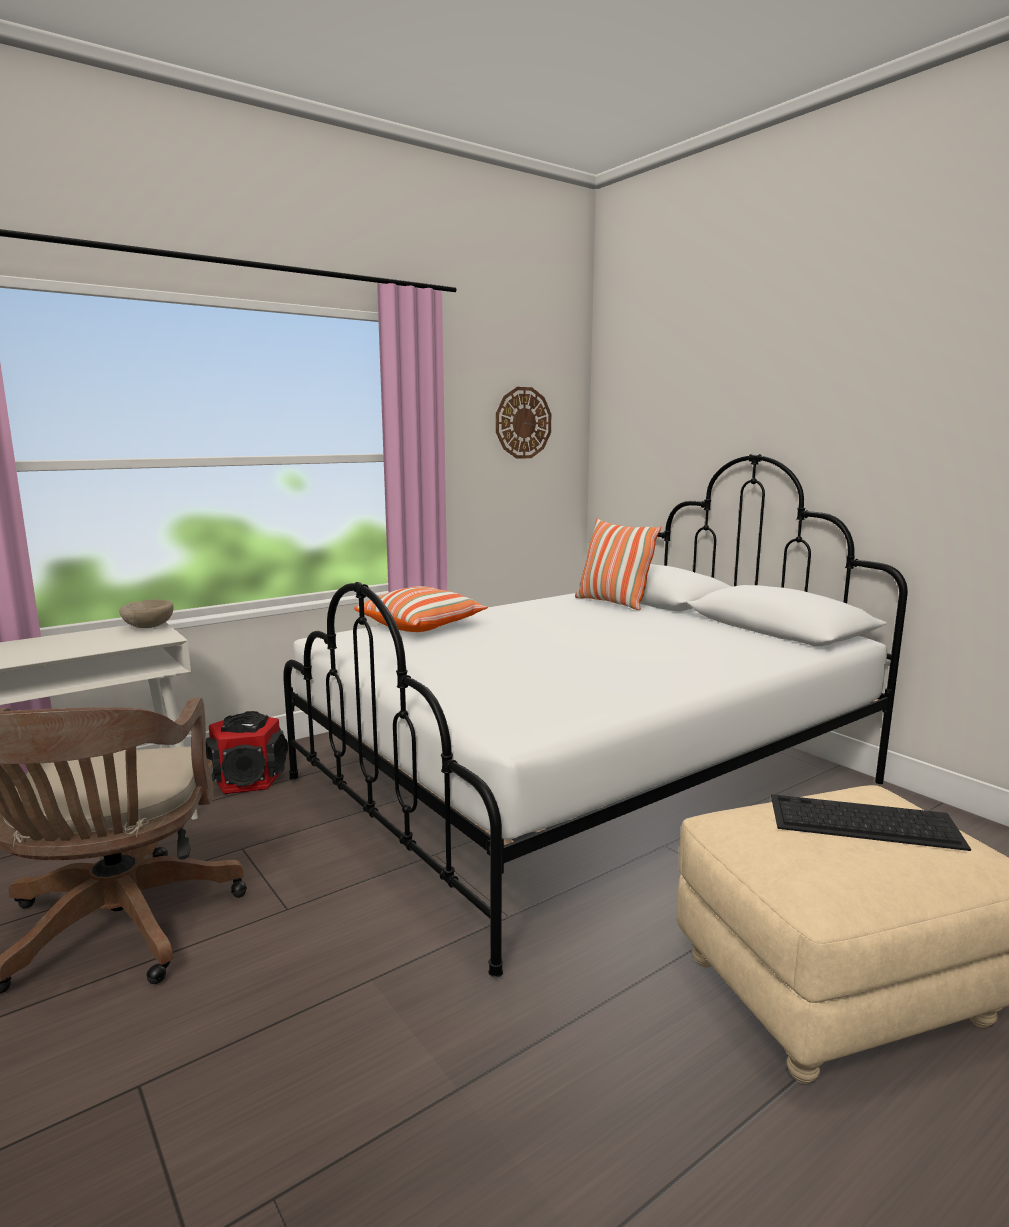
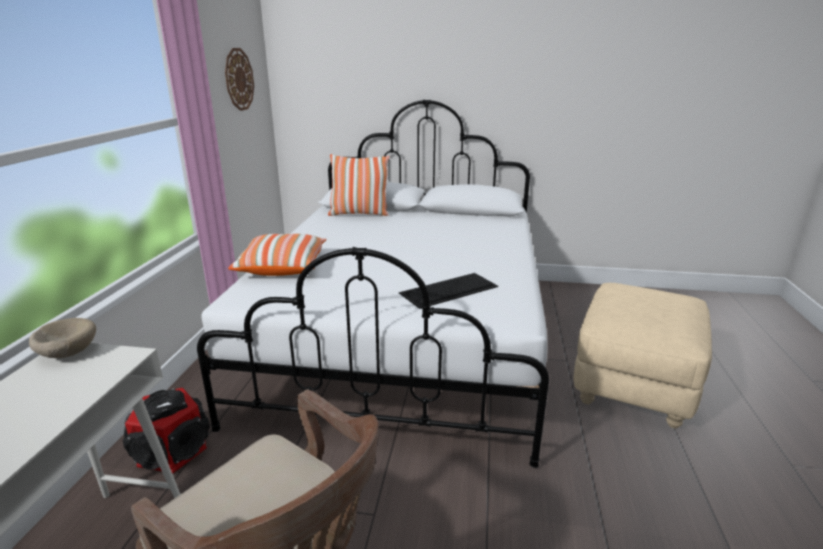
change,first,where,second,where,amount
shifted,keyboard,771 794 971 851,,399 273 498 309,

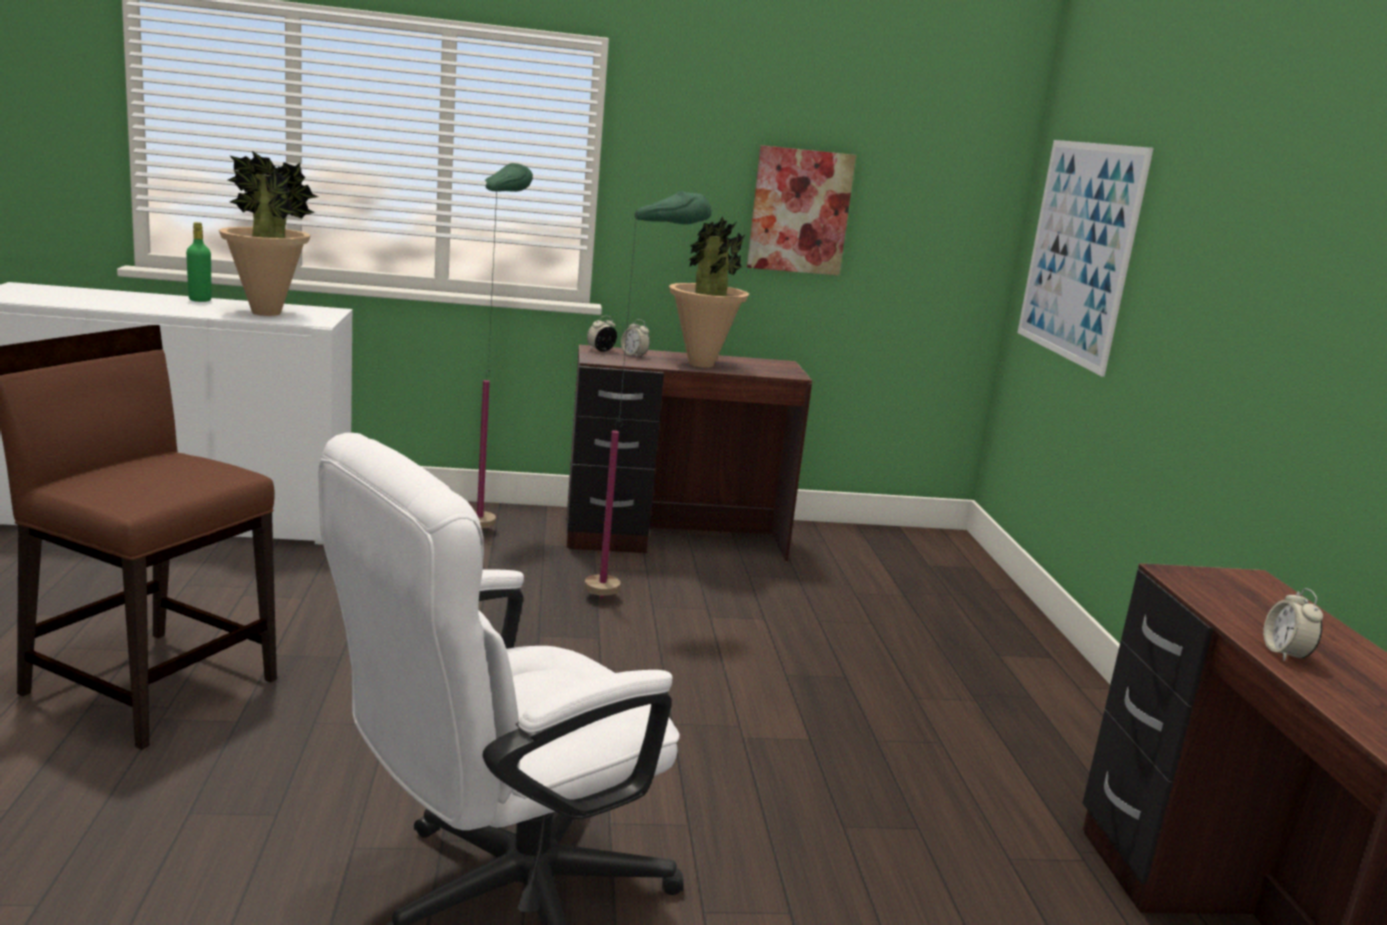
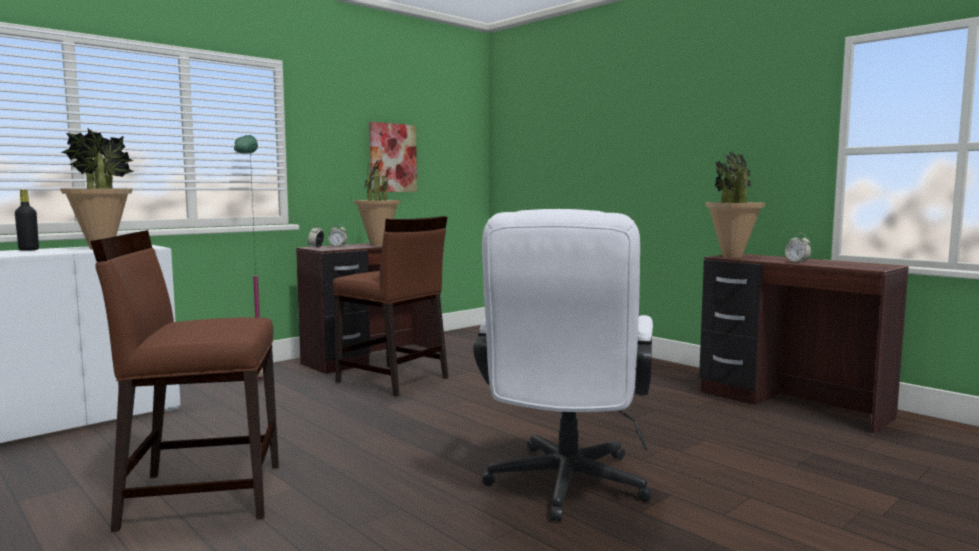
change,first,where,second,where,amount
repainted,bottle/green,186 222 212 302,bottle/black,15 189 39 251,
swapped,floor lamp/green,584 191 712 599,chair/brown,333 216 448 397,
new,,,potted plant,705 151 766 258,
gone,picture,1017 140 1154 377,,,

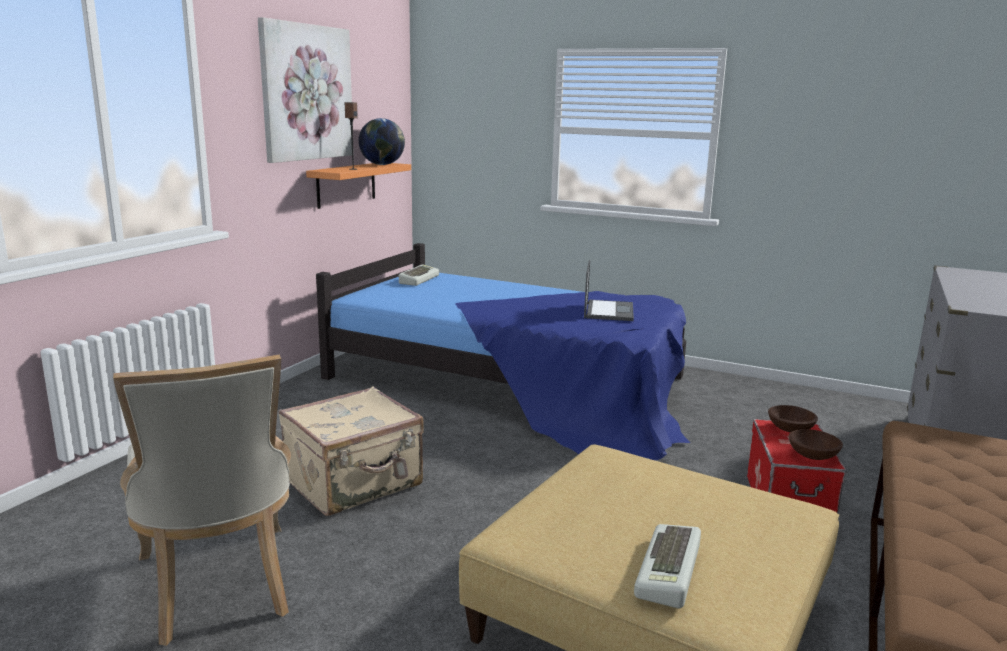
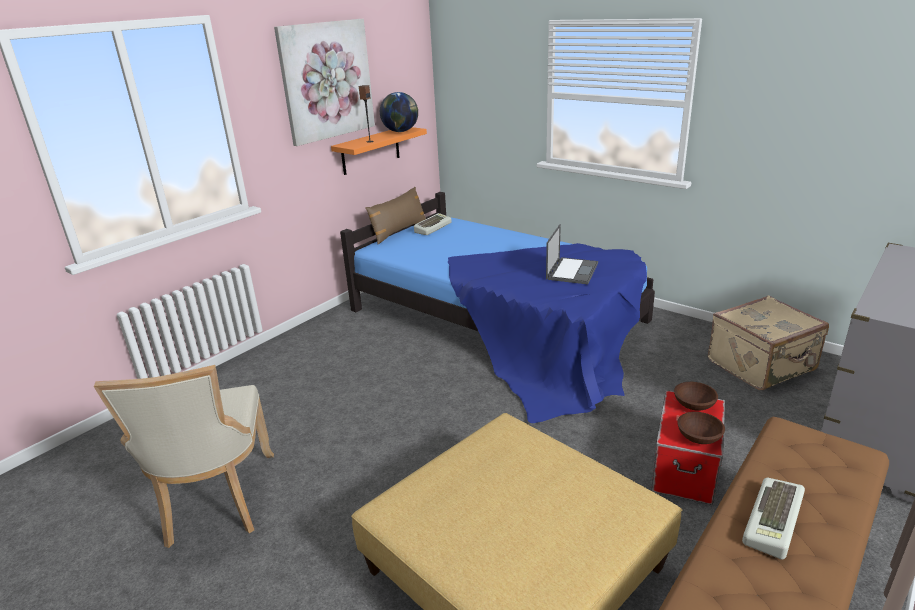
change,first,where,second,where,amount
new,,,pillow/brown,365 187 426 244,
shifted,suitcase/beige,279 386 424 516,,708 295 829 390,
shifted,keyboard,634 524 701 608,,742 478 805 559,

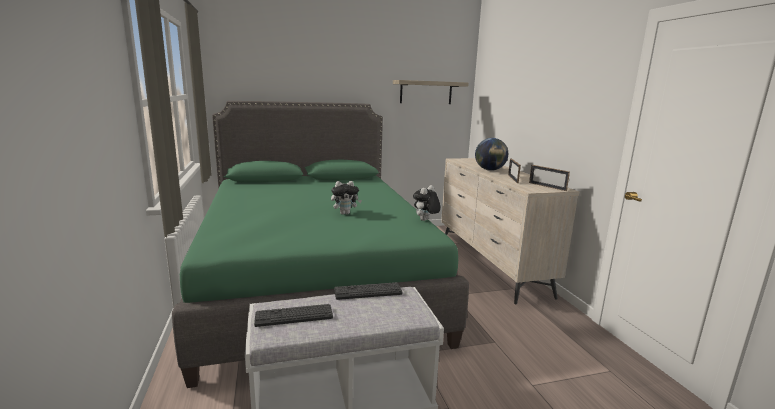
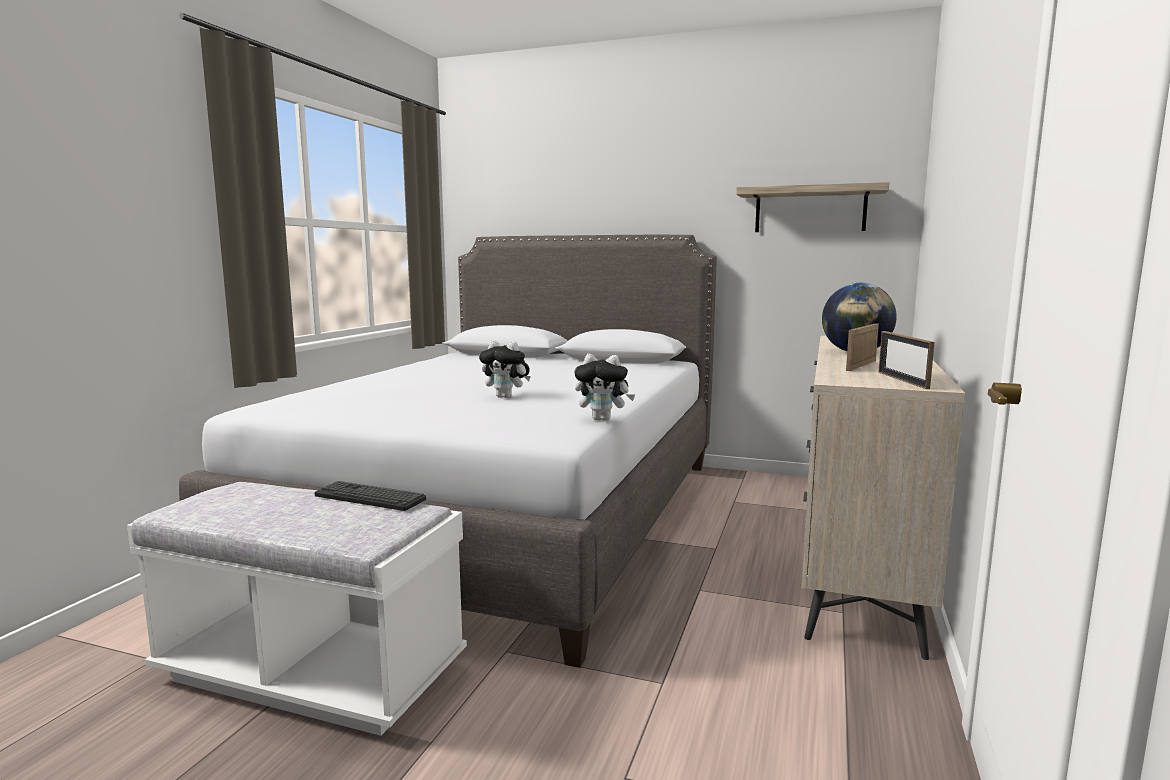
change,first,where,second,where,amount
repainted,bed/green,172 101 469 388,bed/grey,179 235 717 668,
rotated,plush toy,413 185 441 221,,574 354 635 421,150 degrees counterclockwise
gone,keyboard,254 304 333 327,,,

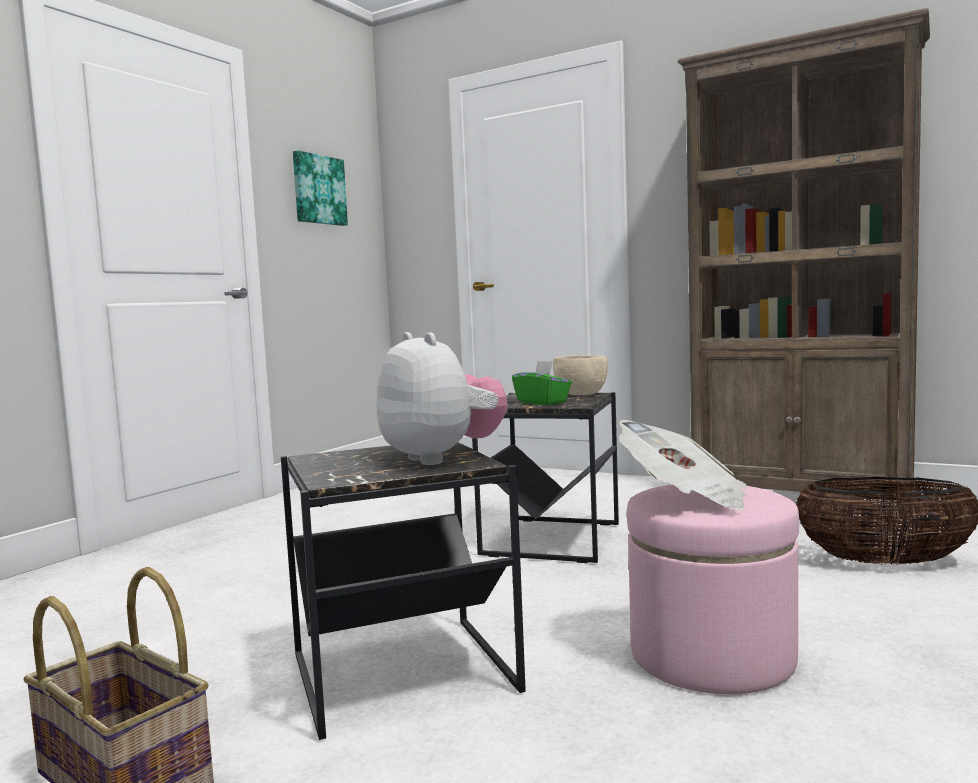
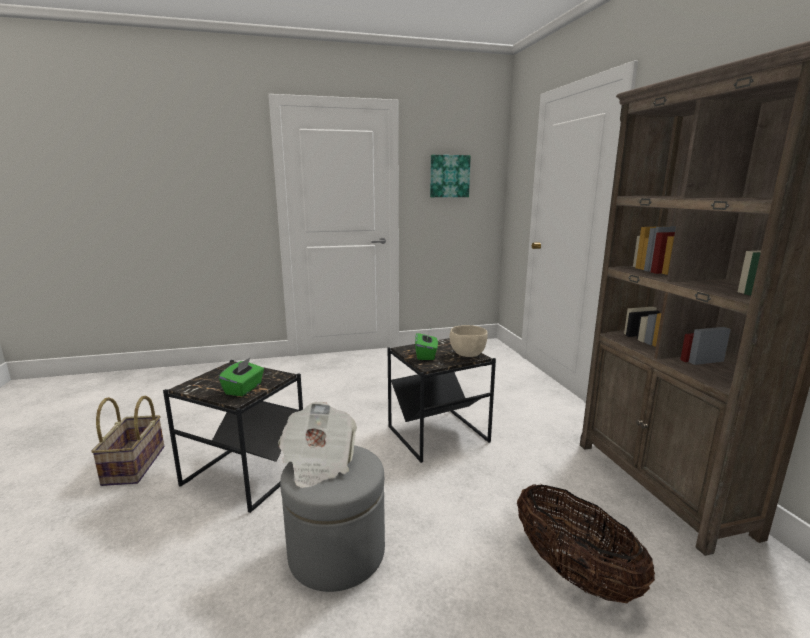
change,first,where,second,where,amount
swapped,plush toy,376 332 507 465,tissue box/green,219 358 264 396,
repainted,ottoman/pink,627 485 799 694,ottoman/grey,280 445 385 592,

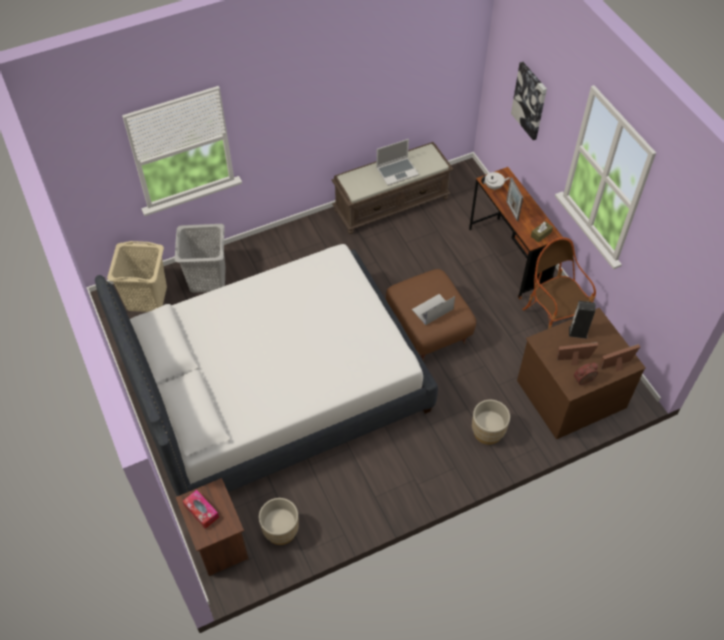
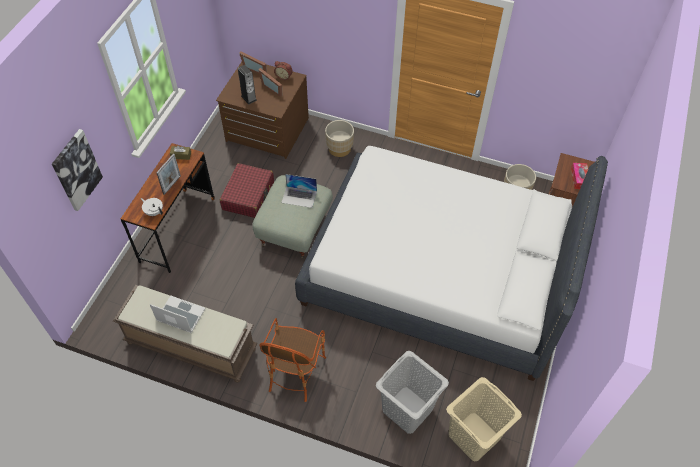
change,first,where,second,where,amount
new,,,suitcase/red,220 163 274 218,
repainted,ottoman/brown,386 269 476 361,ottoman/grey,252 175 333 259,
shifted,armchair,522 237 596 329,,260 318 326 402,

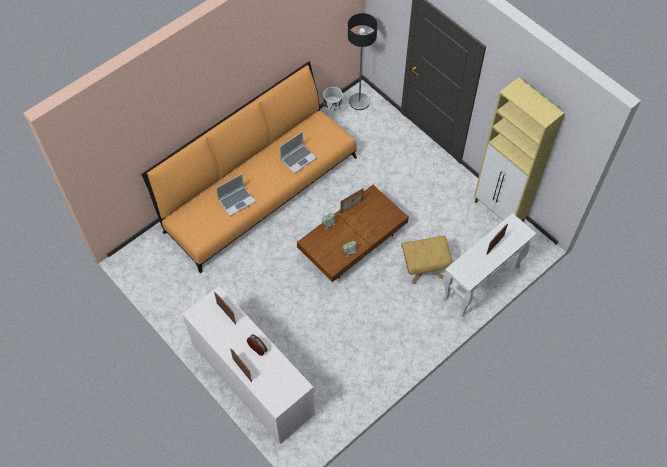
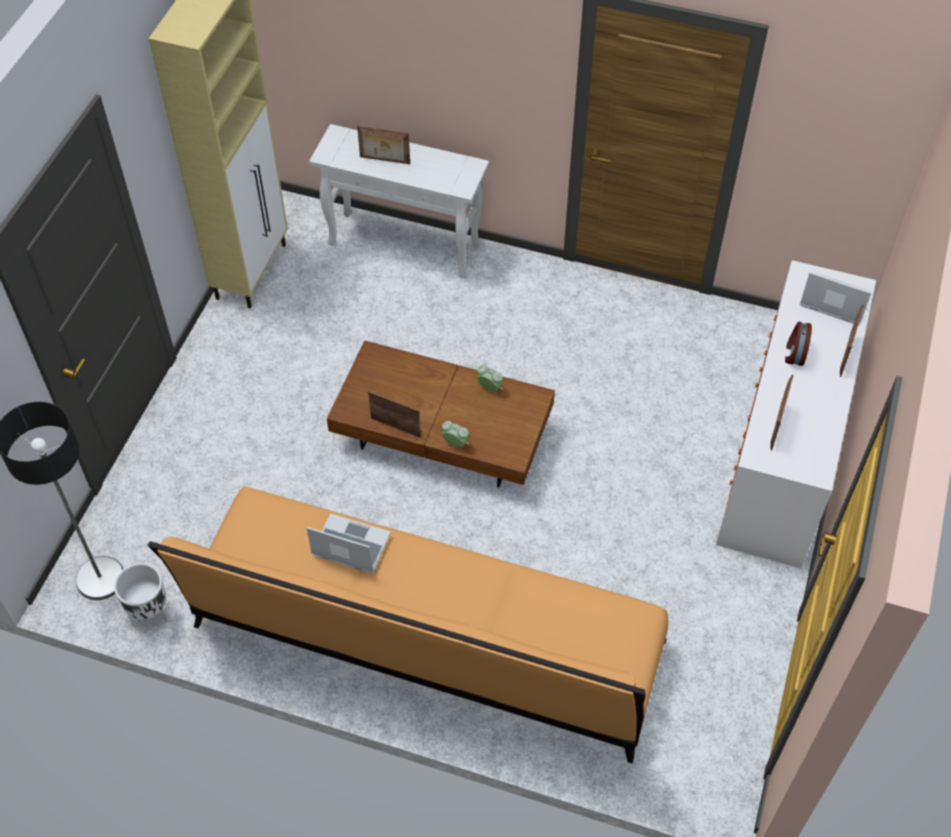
change,first,where,second,where,amount
shifted,laptop,216 174 256 216,,800 272 873 325,
gone,ottoman/beige,401 236 453 284,,,

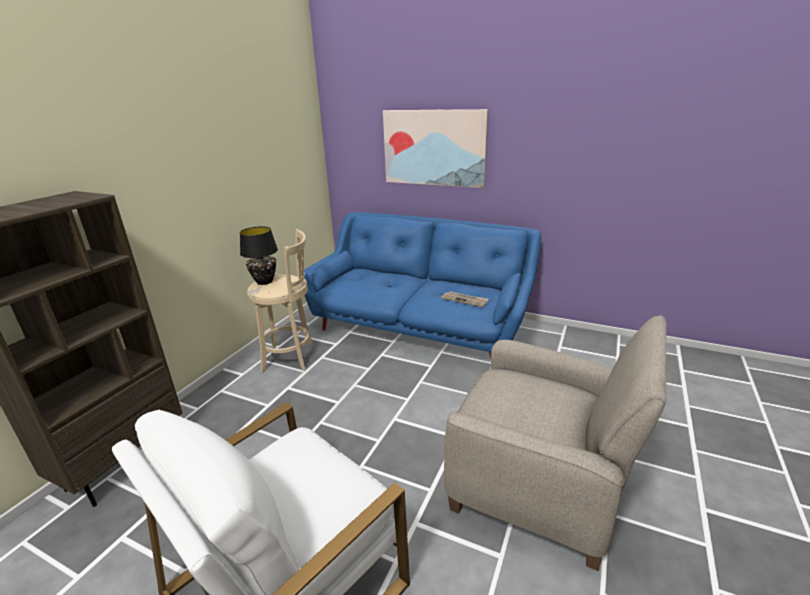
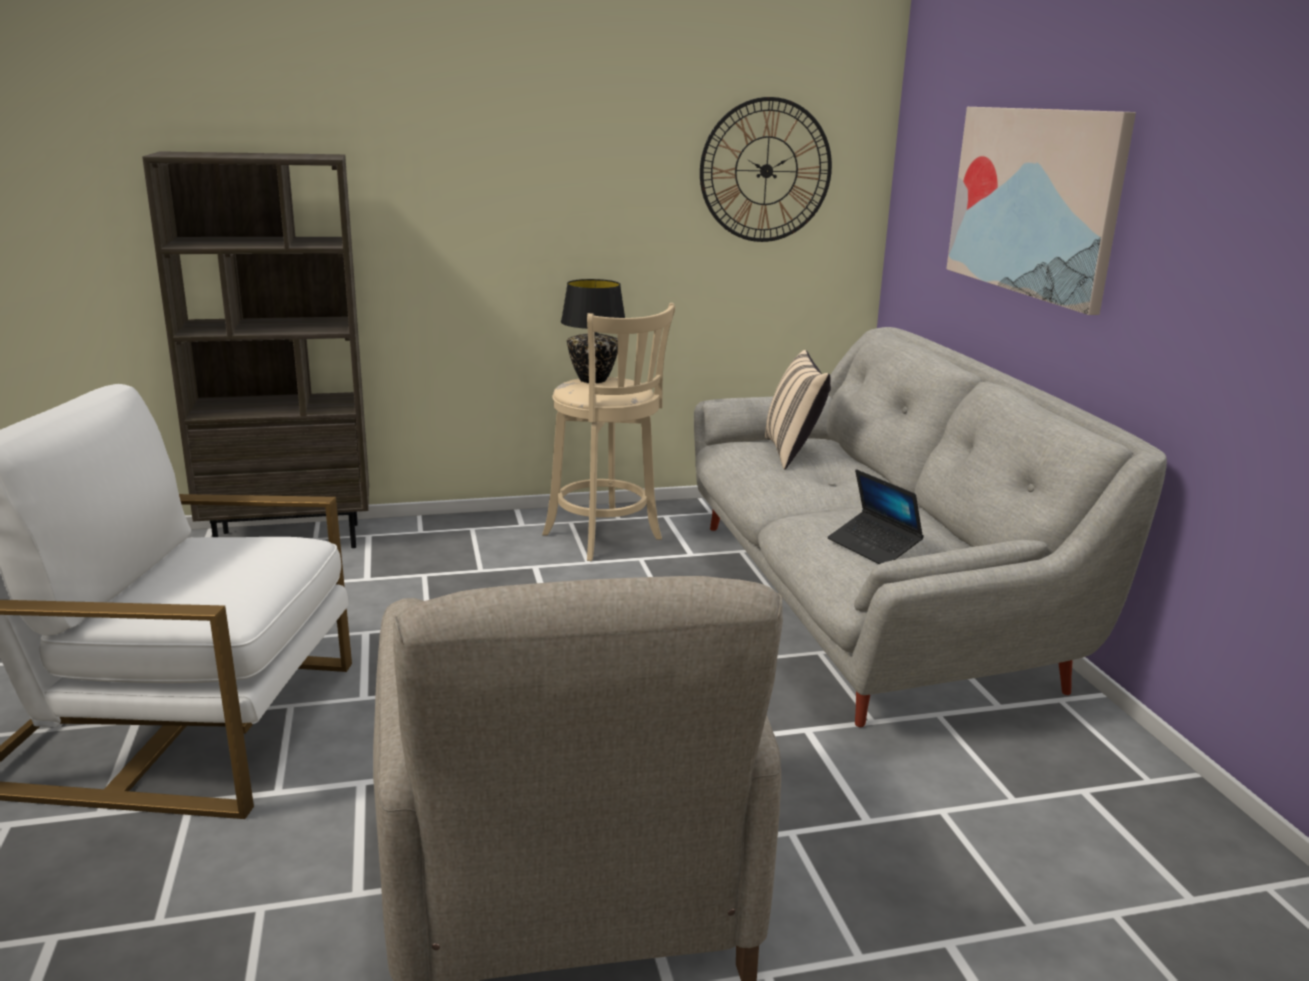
change,first,where,second,where,amount
repainted,sofa/blue,304 212 541 359,sofa/grey,694 327 1167 727,
new,,,wall clock,700 97 832 242,
new,,,pillow/beige,765 350 831 469,
swapped,newspaper,441 291 489 307,laptop,828 469 924 564,

